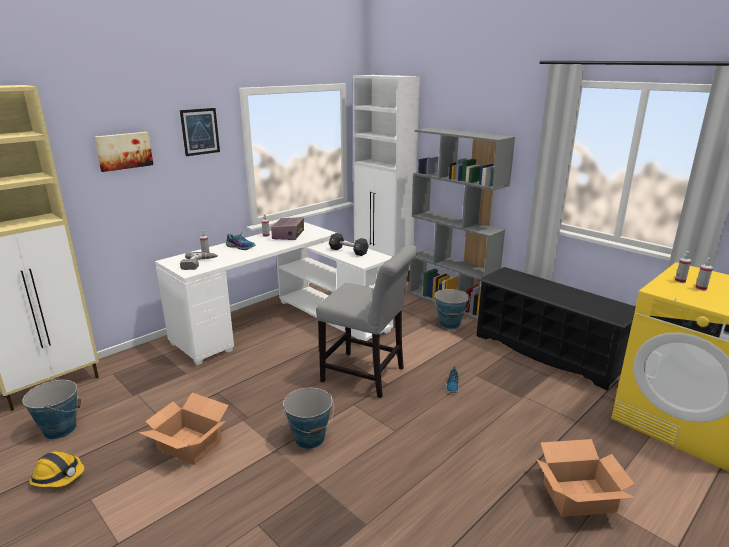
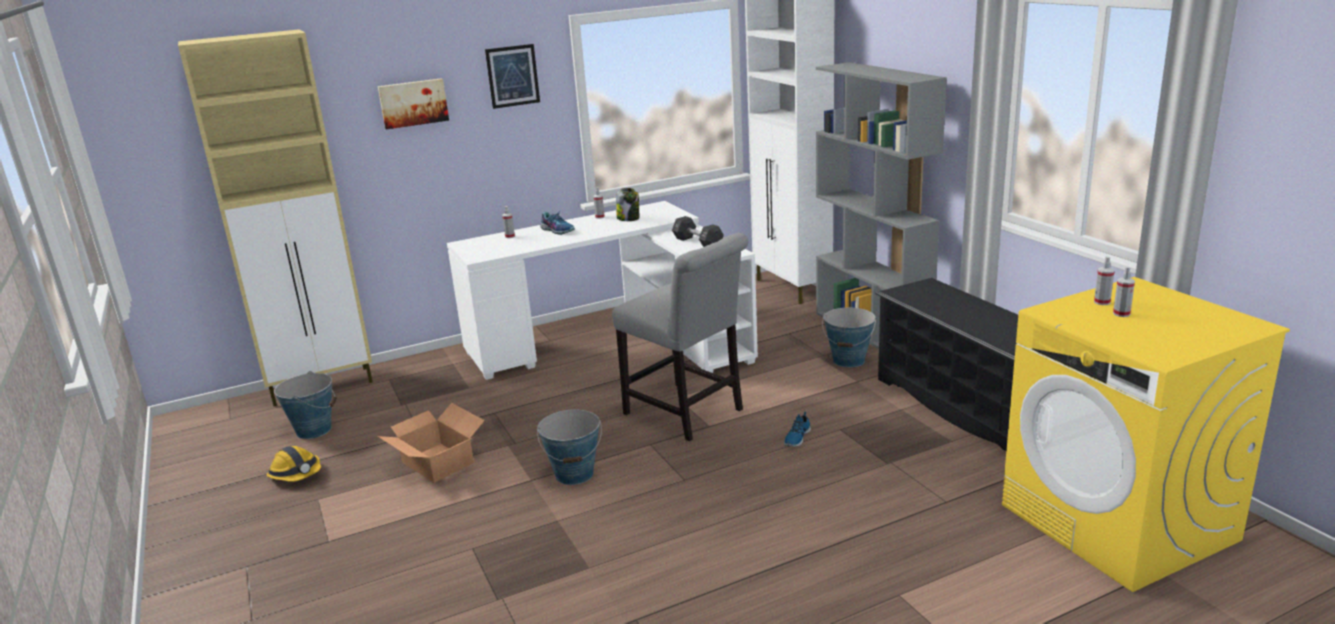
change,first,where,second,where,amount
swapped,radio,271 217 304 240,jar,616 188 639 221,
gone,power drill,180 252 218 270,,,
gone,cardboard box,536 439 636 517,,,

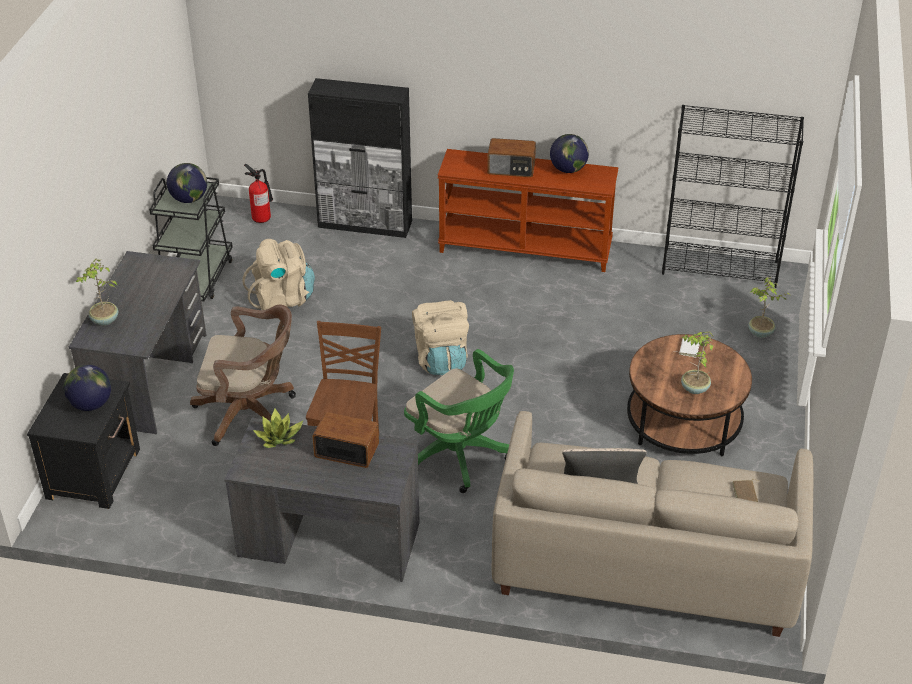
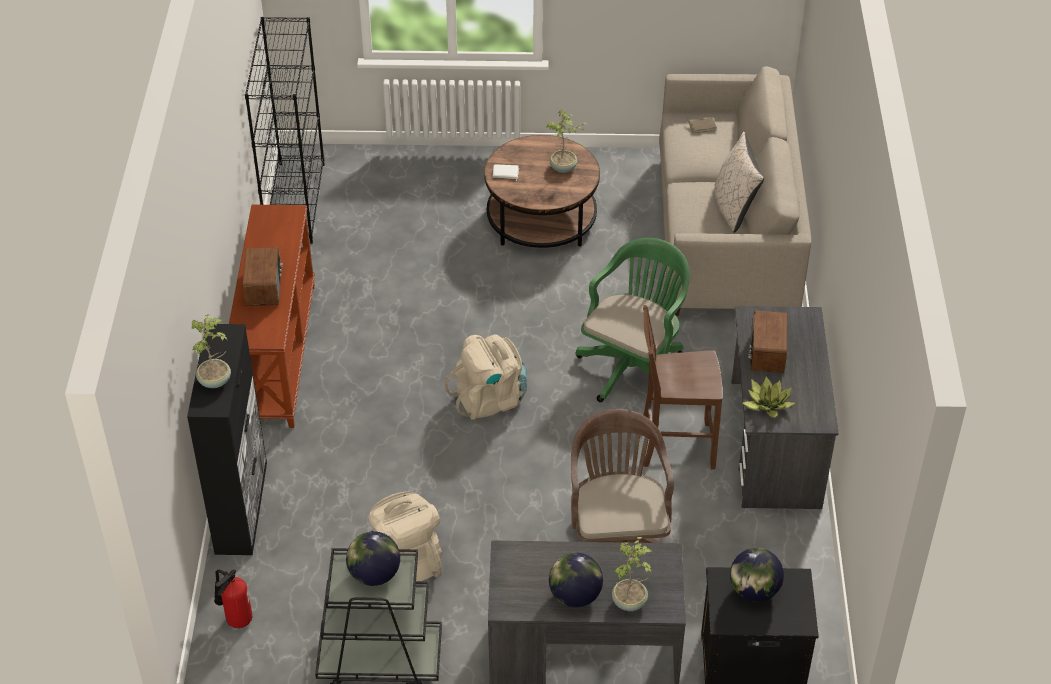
change,first,where,second,where,amount
shifted,potted plant,748 277 791 338,,192 314 231 388,
shifted,globe,550 134 589 173,,549 553 603 607,

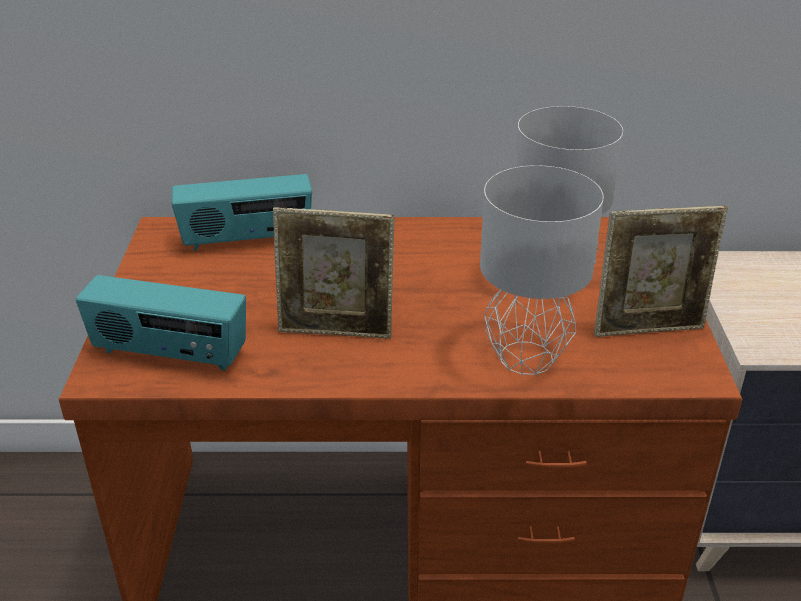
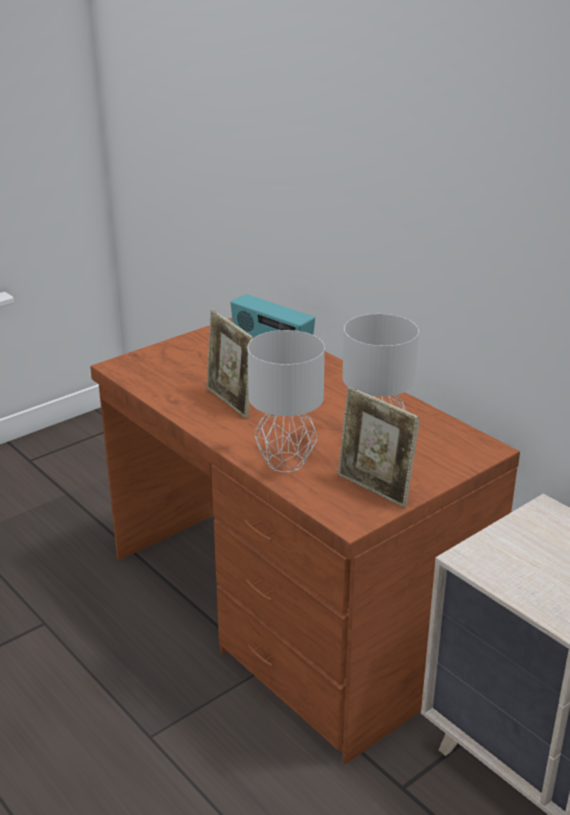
change,first,where,second,where,amount
gone,radio,76 275 246 371,,,

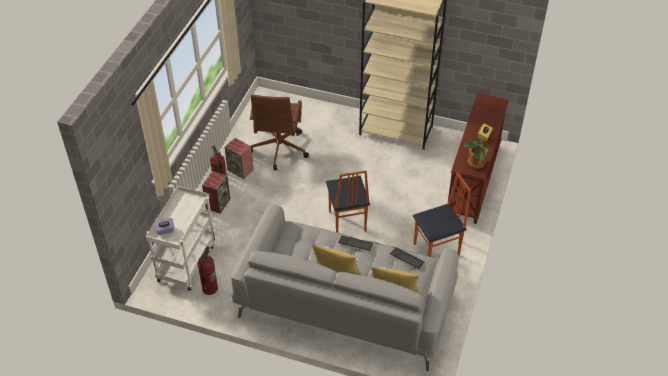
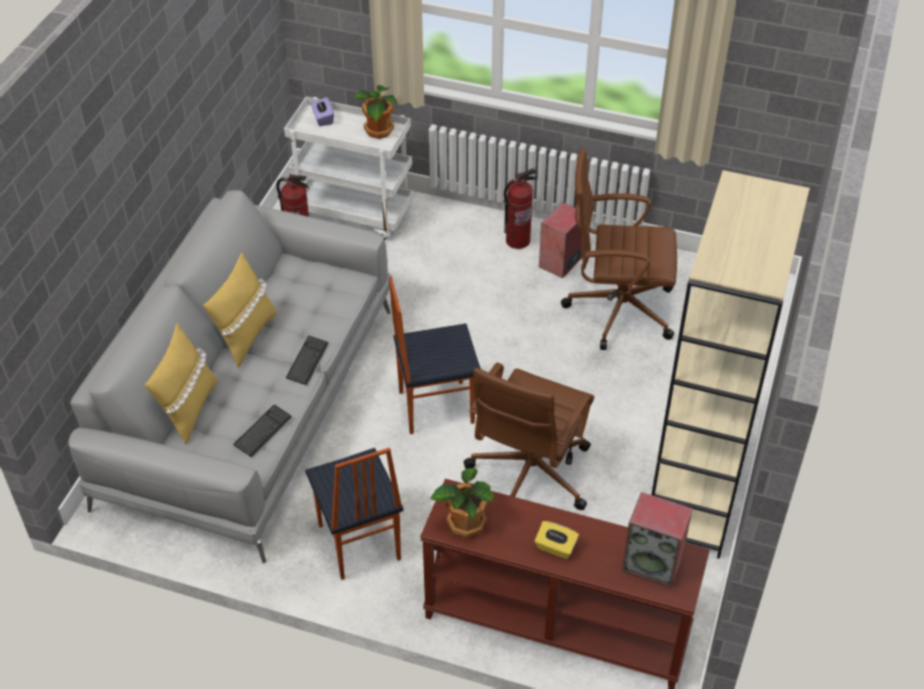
change,first,where,second,where,amount
new,,,potted plant,354 85 397 139,
new,,,office chair/brown,464 362 594 510,
shifted,speaker,202 171 230 214,,621 492 693 588,

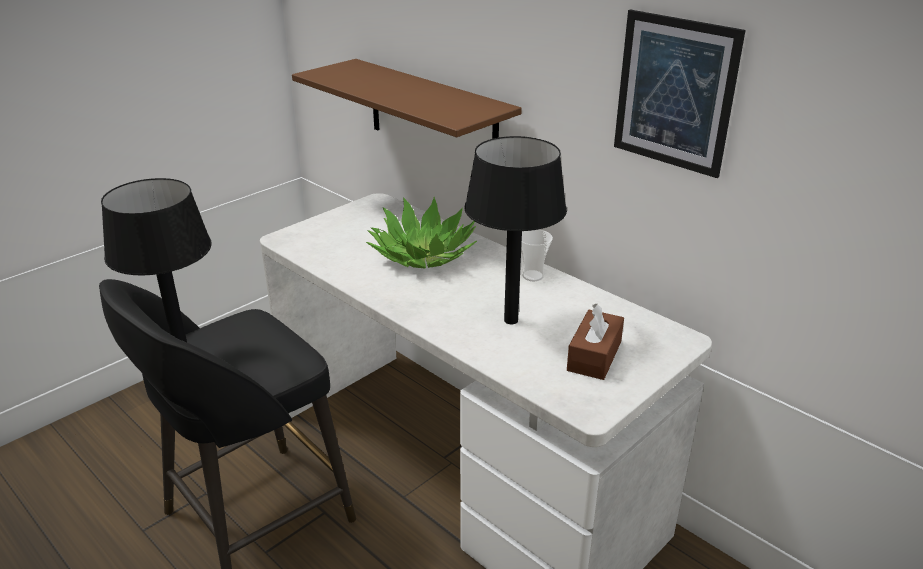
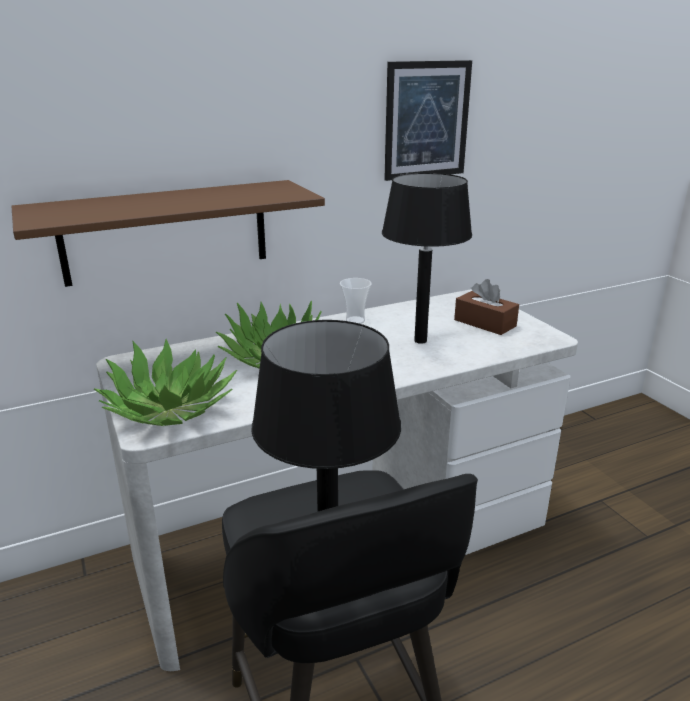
change,first,where,second,where,amount
new,,,potted plant,94 339 237 426,

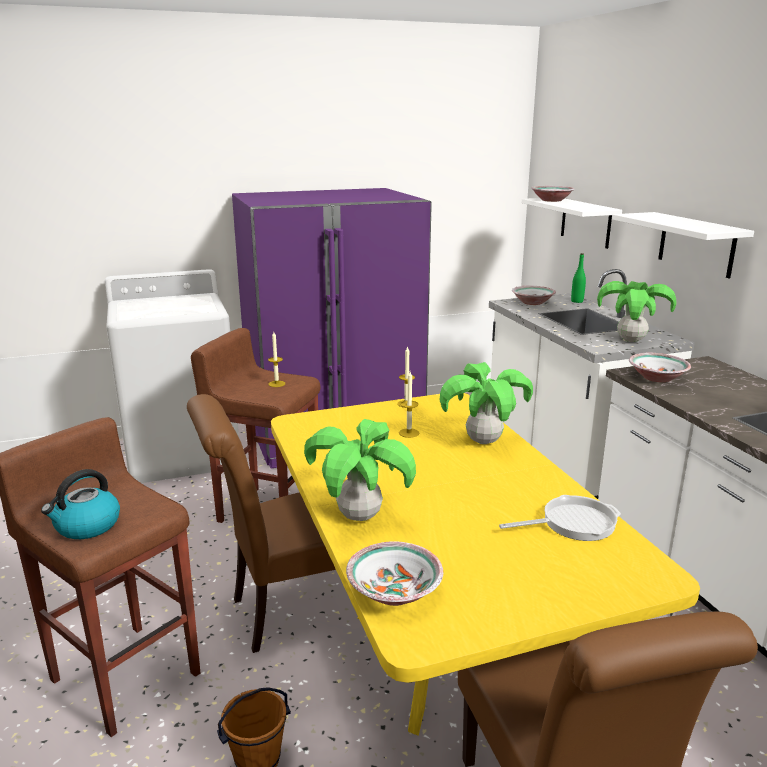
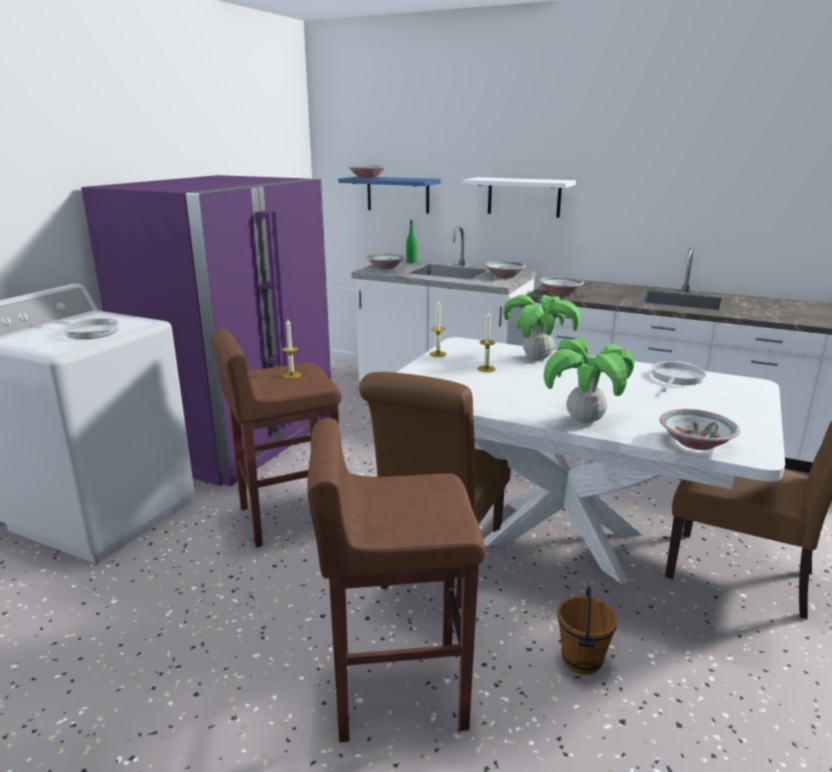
change,first,where,second,where,amount
new,,,frying pan,46 318 119 339,
repainted,shelf/white,522 198 622 249,shelf/blue,338 176 441 213,
repainted,dining table/yellow,271 393 700 735,dining table/white,396 337 785 584,
swapped,potted plant,597 281 677 342,bowl,485 261 526 278,
gone,kettle,41 469 120 539,,,

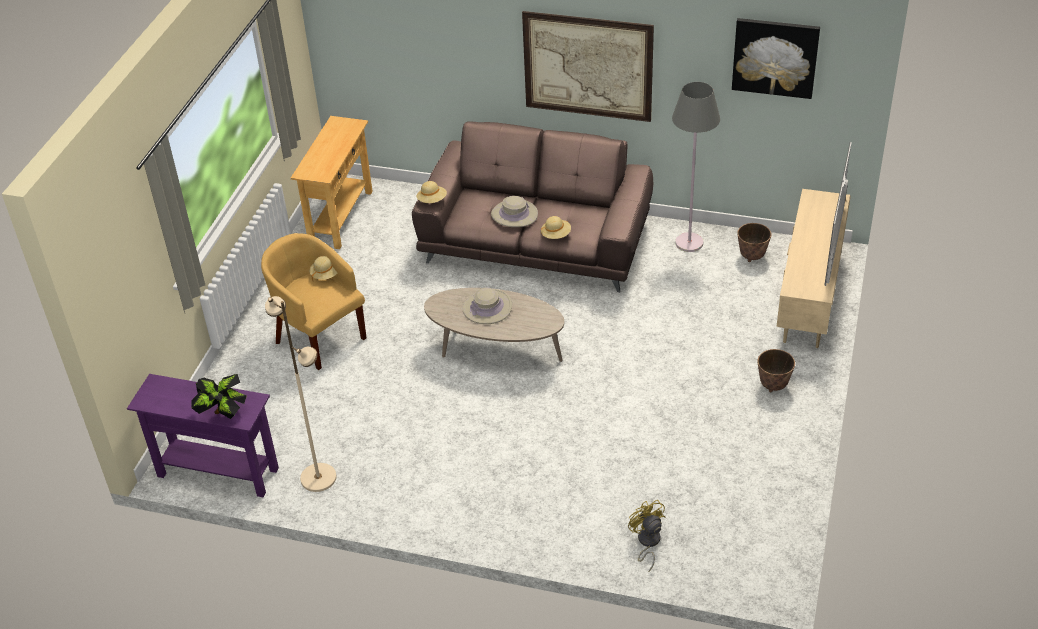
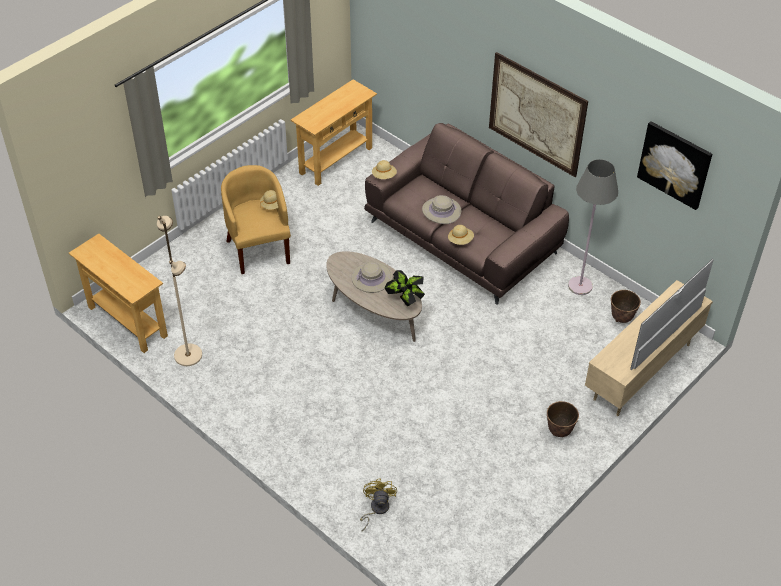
change,first,where,second,where,amount
repainted,console table/purple,127 374 279 497,console table/beige,69 234 168 353,
shifted,potted plant,191 374 247 419,,384 270 425 306,

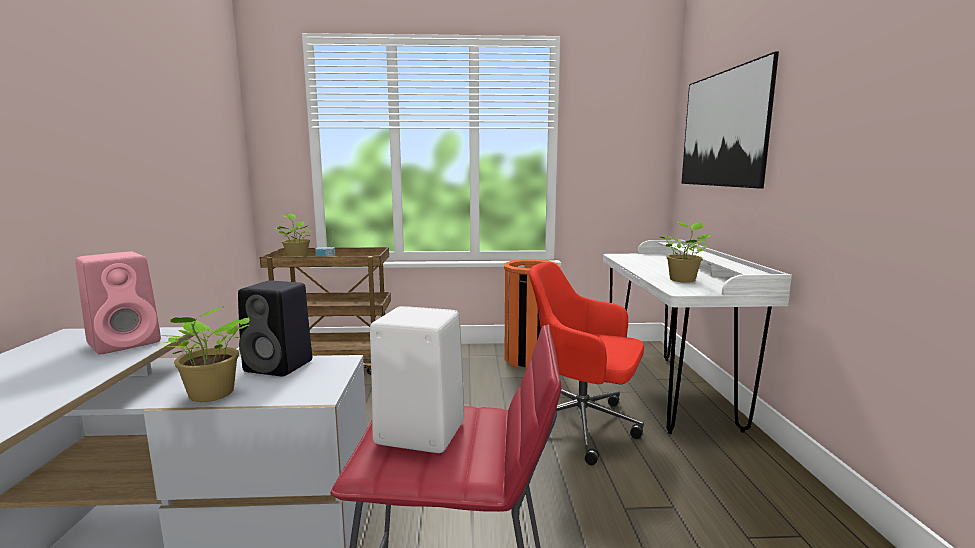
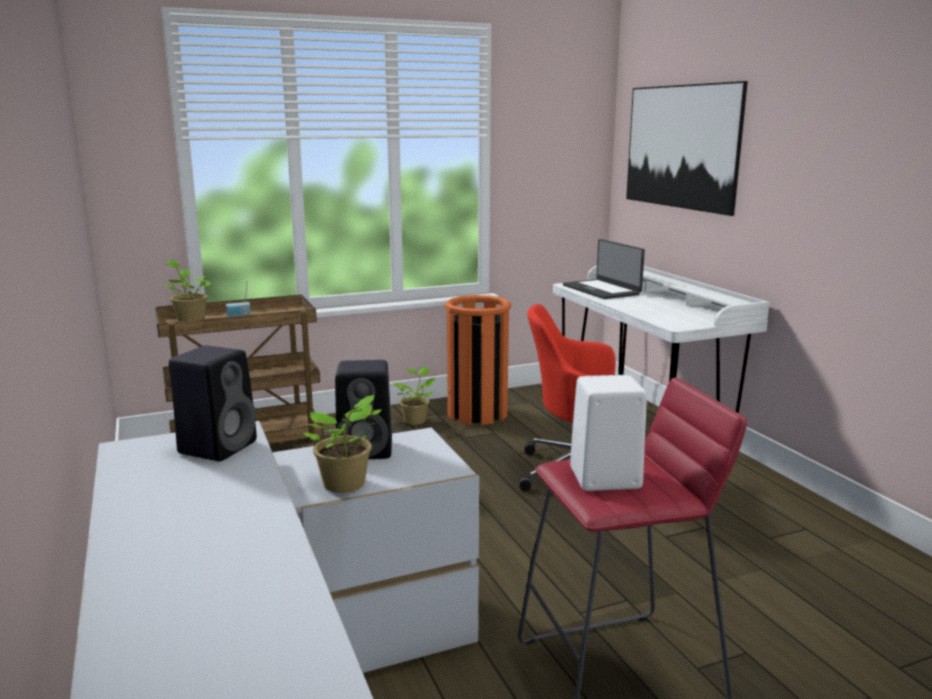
change,first,where,second,where,amount
repainted,speaker/pink,75 252 161 354,speaker/black,169 345 257 462,
shifted,potted plant,660 222 711 283,,393 367 436 425,
new,,,laptop,563 239 645 299,

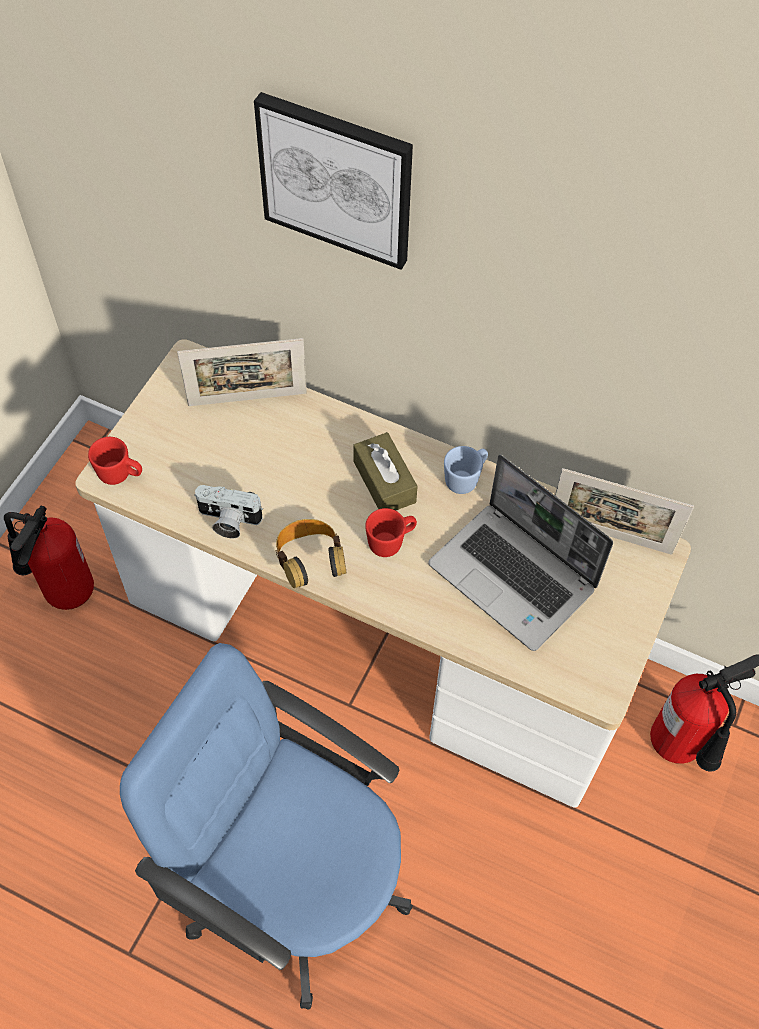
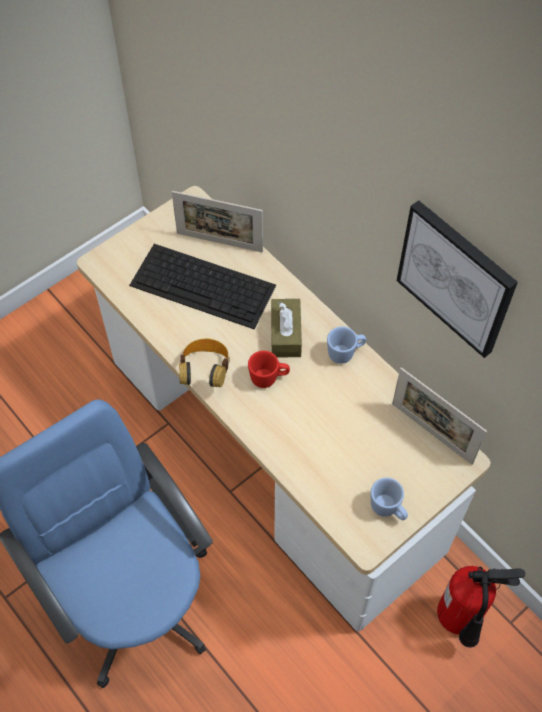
change,first,where,second,where,amount
new,,,keyboard,129 244 276 329,
new,,,mug/blue,370 478 408 520,
shifted,picture,254 92 413 270,,397 200 518 358,
gone,fire extinguisher,4 506 94 610,,,
gone,mug/red,88 437 142 485,,,
gone,photo camera,194 485 263 539,,,
gone,laptop,428 454 613 651,,,

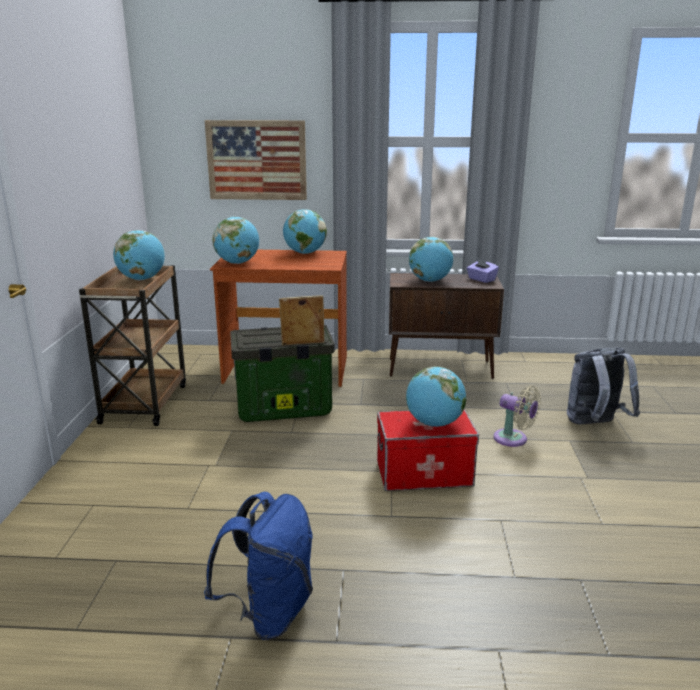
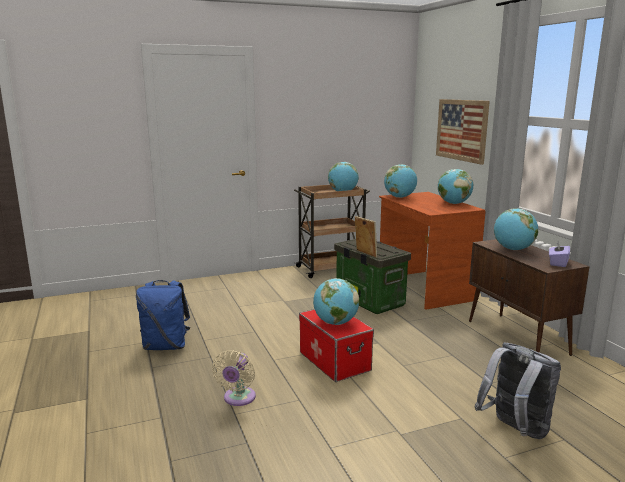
change,first,where,second,where,amount
shifted,fan/beige,493 386 541 447,,212 350 256 406,

